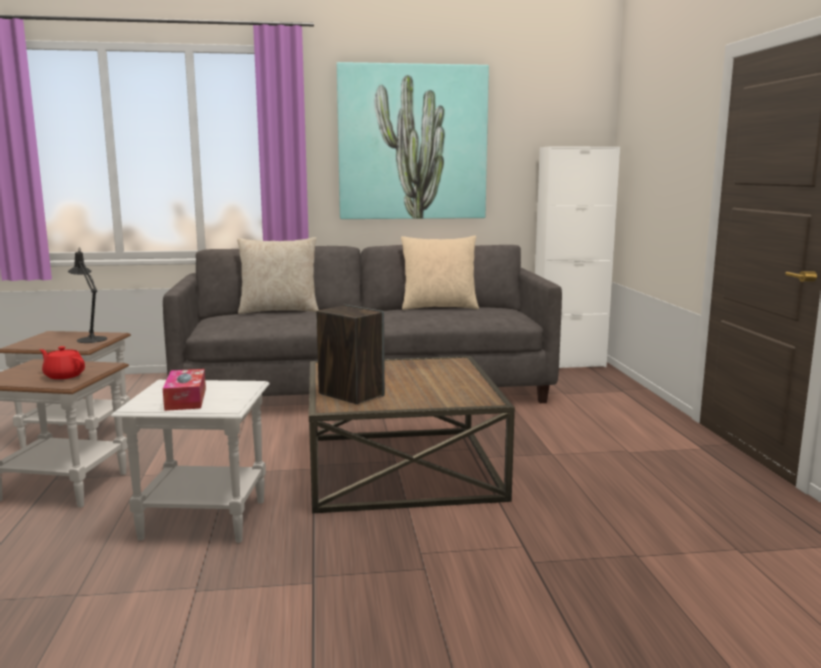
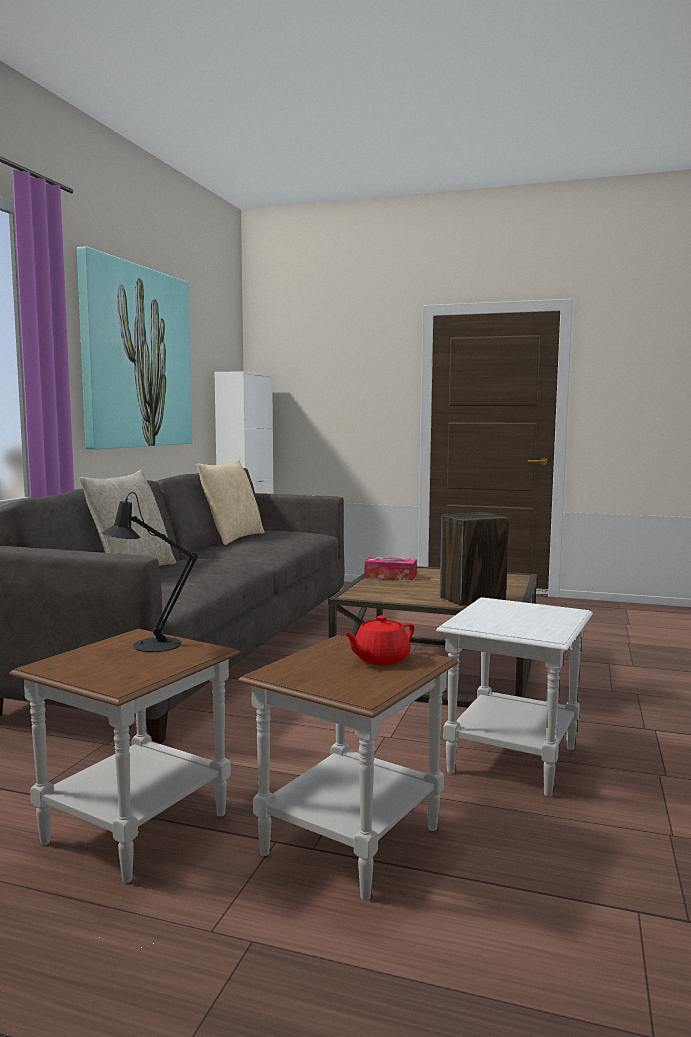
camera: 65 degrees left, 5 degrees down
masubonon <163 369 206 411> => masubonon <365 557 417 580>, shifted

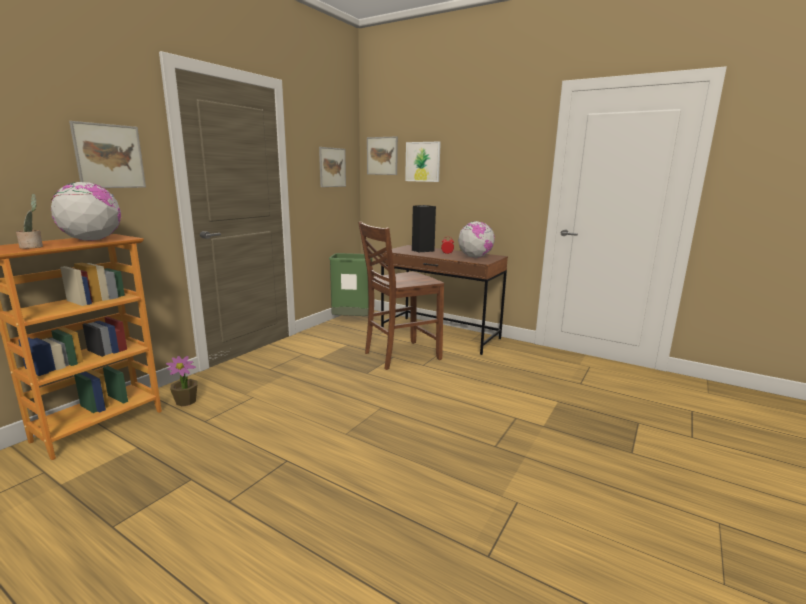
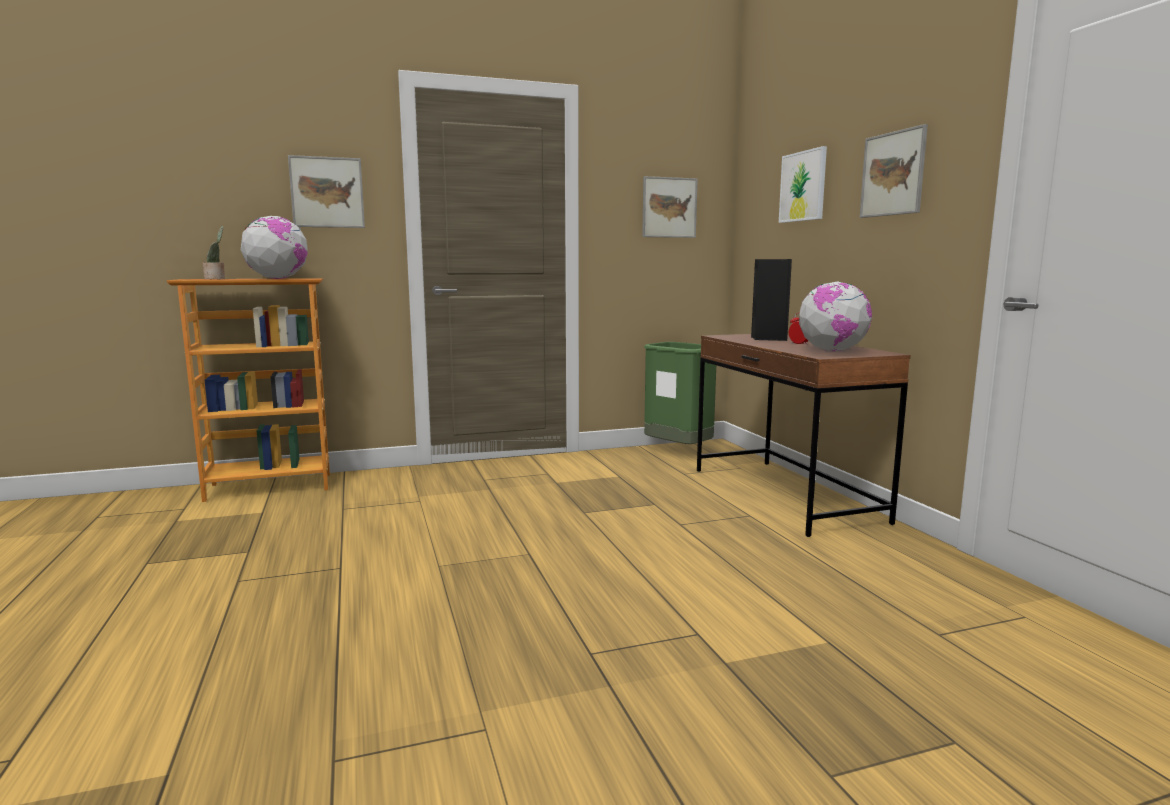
camera: 40 degrees right, 5 degrees down
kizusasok <166 356 198 406> => nothing
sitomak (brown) <358 222 444 370> => nothing
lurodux <367 136 398 175> => lurodux <859 124 928 218>, shifted

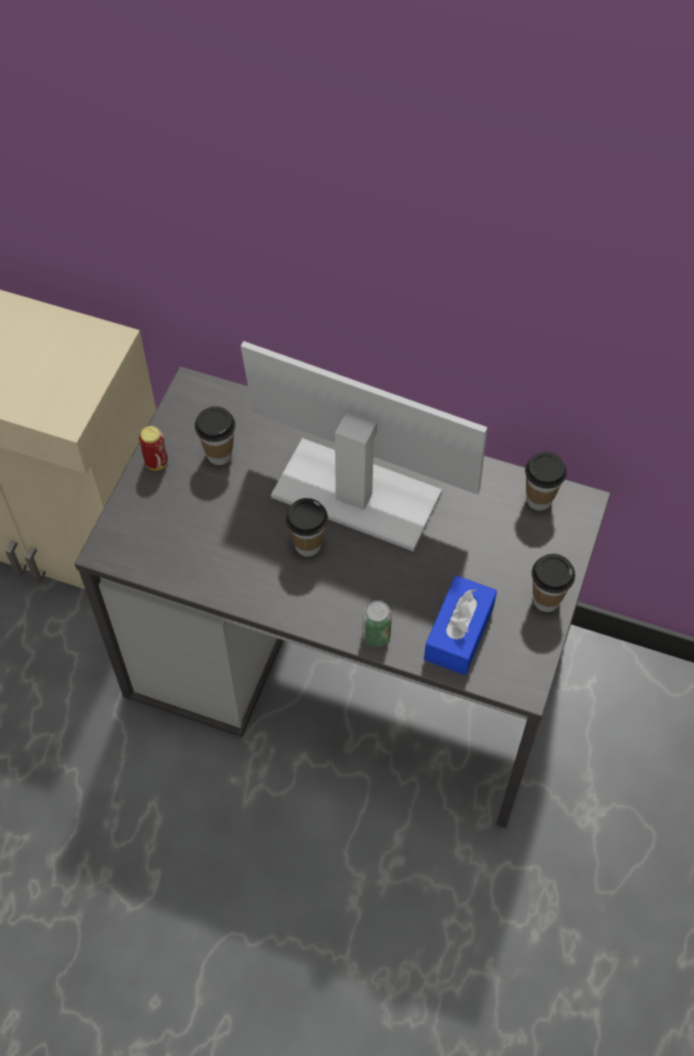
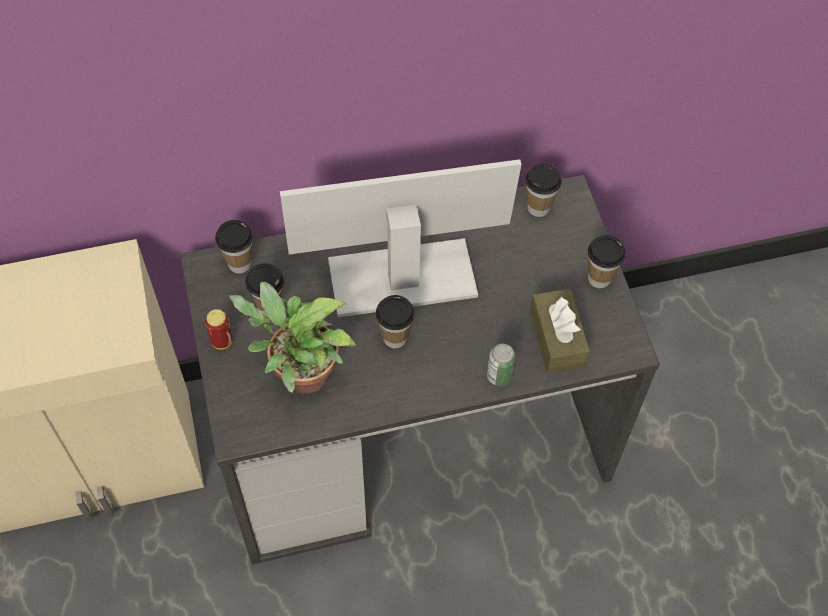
camera: 35 degrees left, 0 degrees up
nothing => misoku <215 220 253 273>
nothing => kizusasok <229 282 356 394>
masubonon (blue) <424 575 497 675> => masubonon (brown) <530 289 590 373>

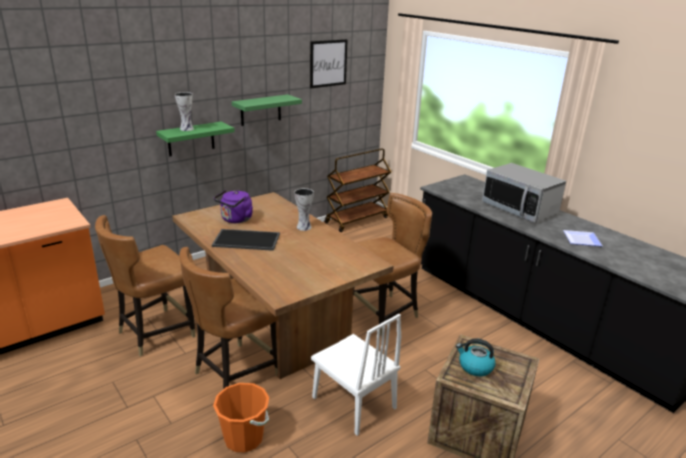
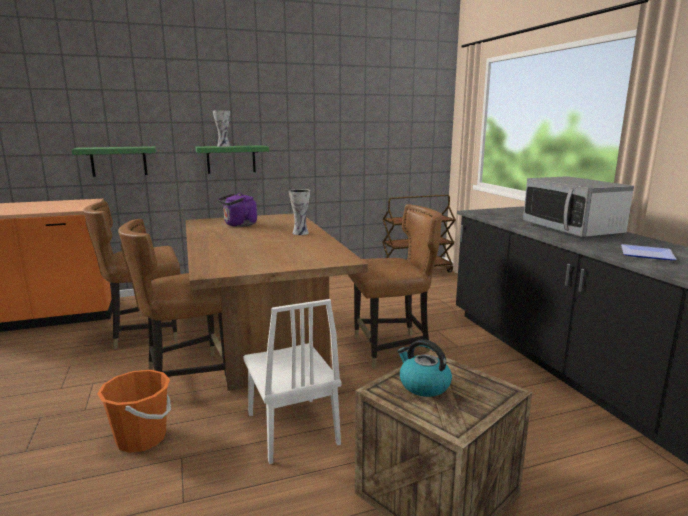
camera: 20 degrees right, 10 degrees down
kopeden <212 229 280 251> => nothing
lurodux <310 39 348 88> => nothing
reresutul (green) <232 94 302 126> => reresutul (green) <71 146 156 177>, shifted

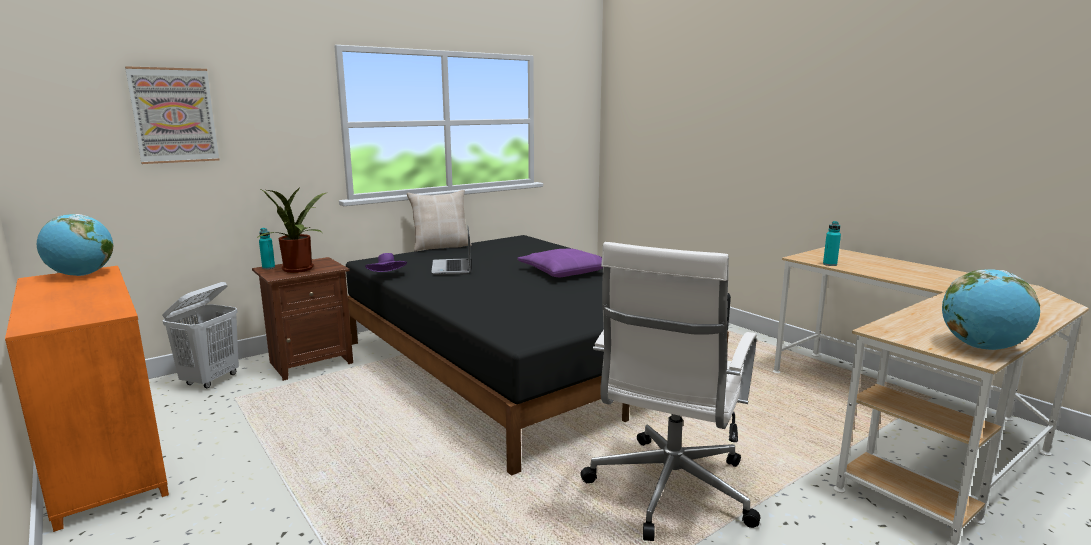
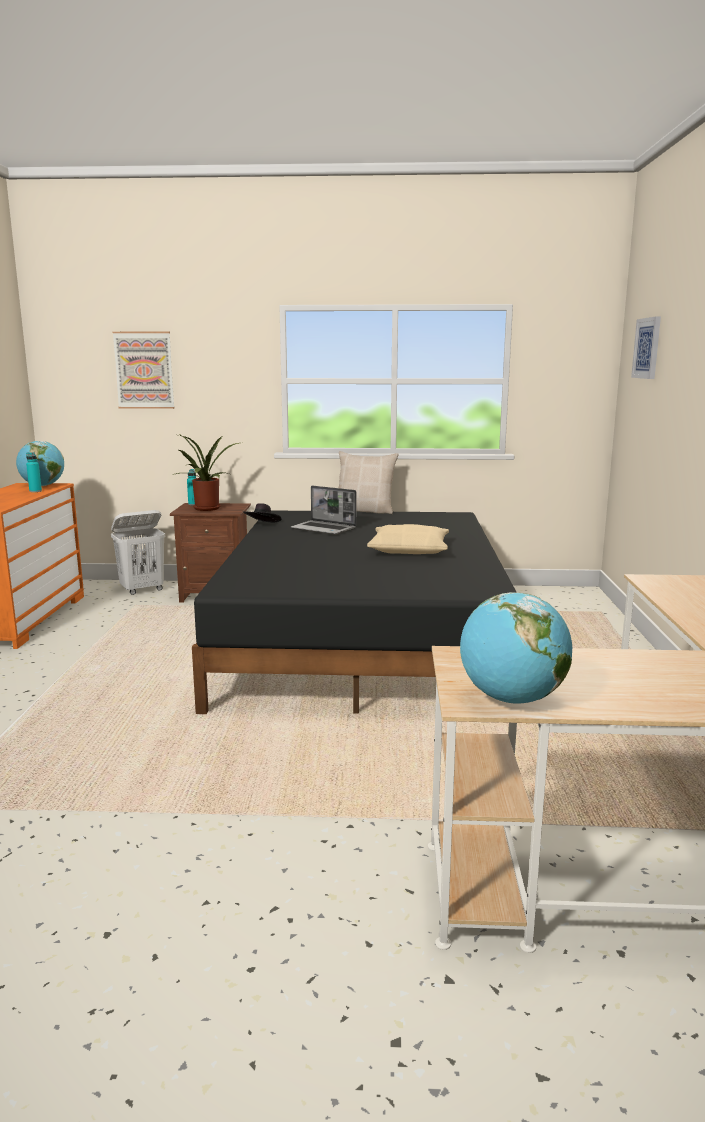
camera: 40 degrees right, 0 degrees up
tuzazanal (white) <580 242 760 541> => nothing
nothing => lurodux <631 316 661 379>
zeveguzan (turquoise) <823 221 841 266> => zeveguzan (turquoise) <26 452 42 492>, shifted
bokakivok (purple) <365 253 407 272> => bokakivok (black) <243 503 281 523>
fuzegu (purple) <517 248 603 277> => fuzegu (beige) <367 524 449 554>
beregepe <431 225 471 275> => beregepe <291 486 357 535>, 90 degrees counterclockwise

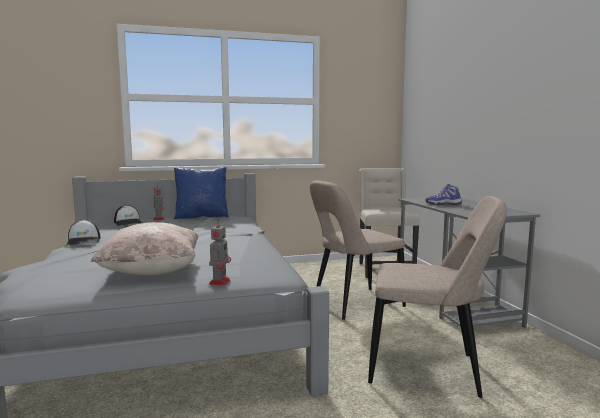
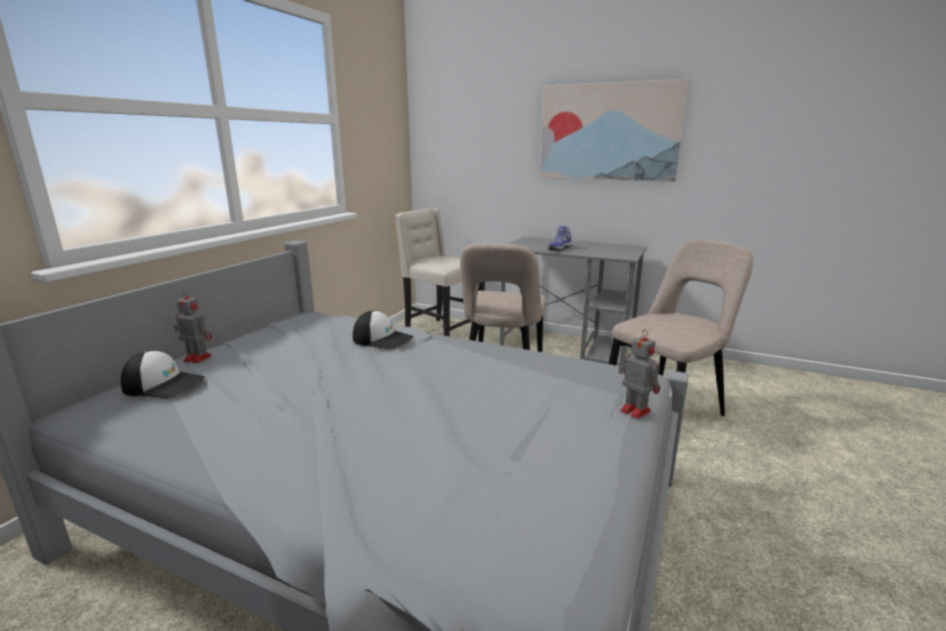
camera: 50 degrees left, 10 degrees up
fuzegu (beige) <91 222 198 275> => nothing
fuzegu (blue) <174 167 229 219> => nothing
nothing => lurodux <540 79 689 181>
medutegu <66 220 101 246> => medutegu <353 310 414 349>, shifted

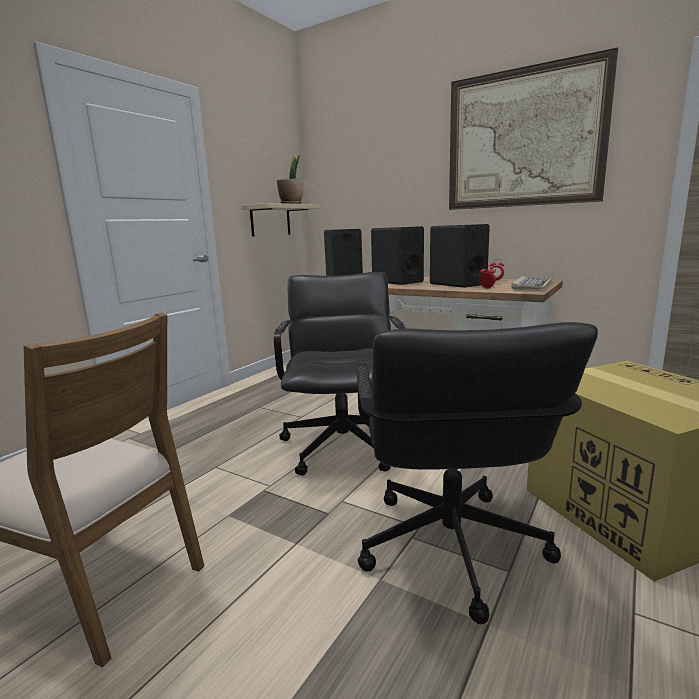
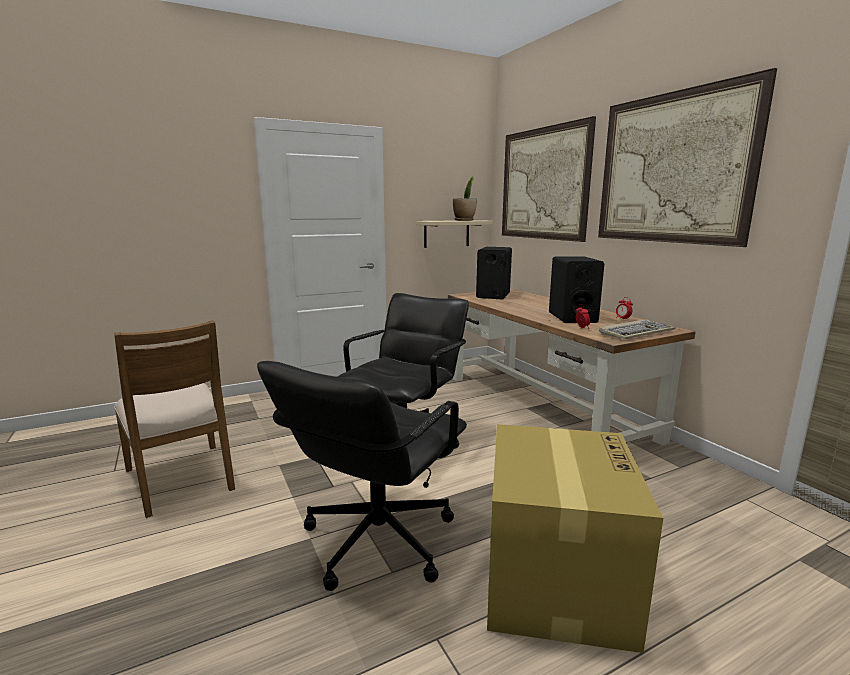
camera: 30 degrees right, 0 degrees up
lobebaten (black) <371 226 424 285> => nothing
nothing => lurodux <502 116 596 242>

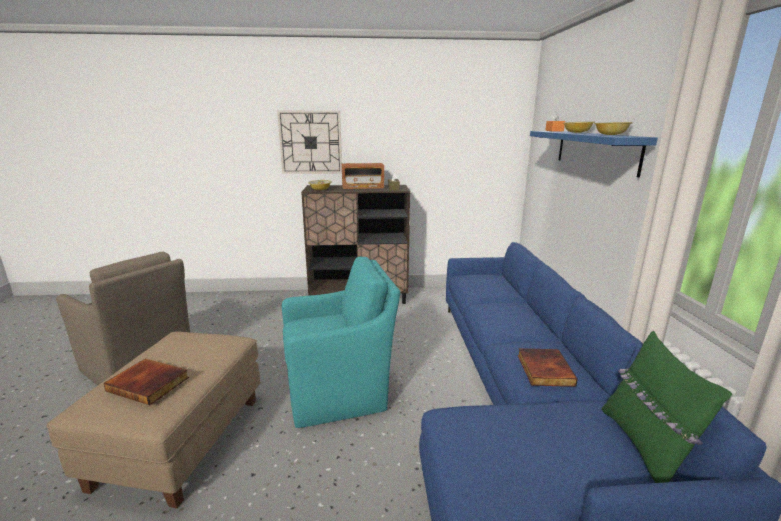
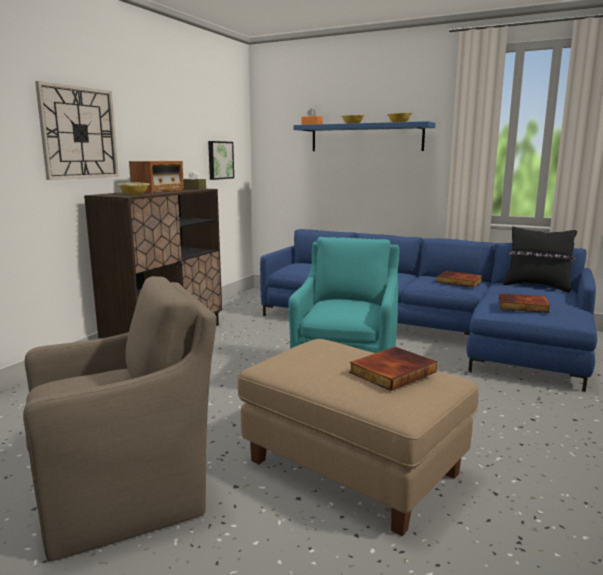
camera: 60 degrees left, 5 degrees down
nothing => lurodux <208 141 234 180>
nothing => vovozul <499 293 550 313>
fuzegu (green) <602 331 732 483> => fuzegu (black) <503 226 577 292>

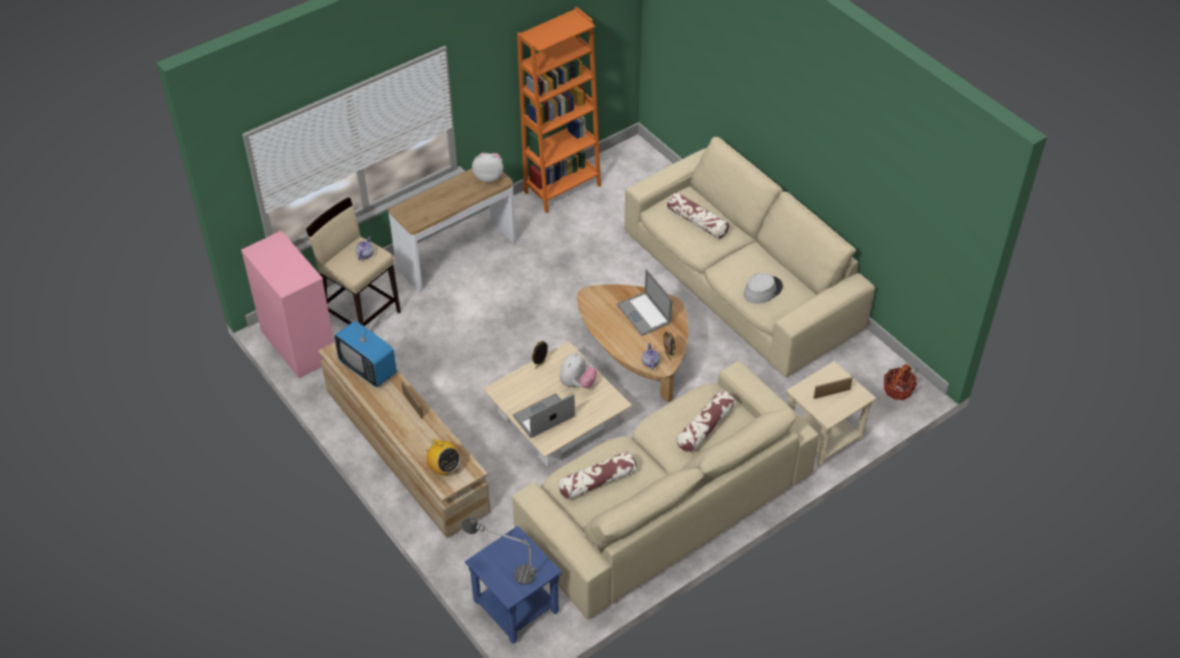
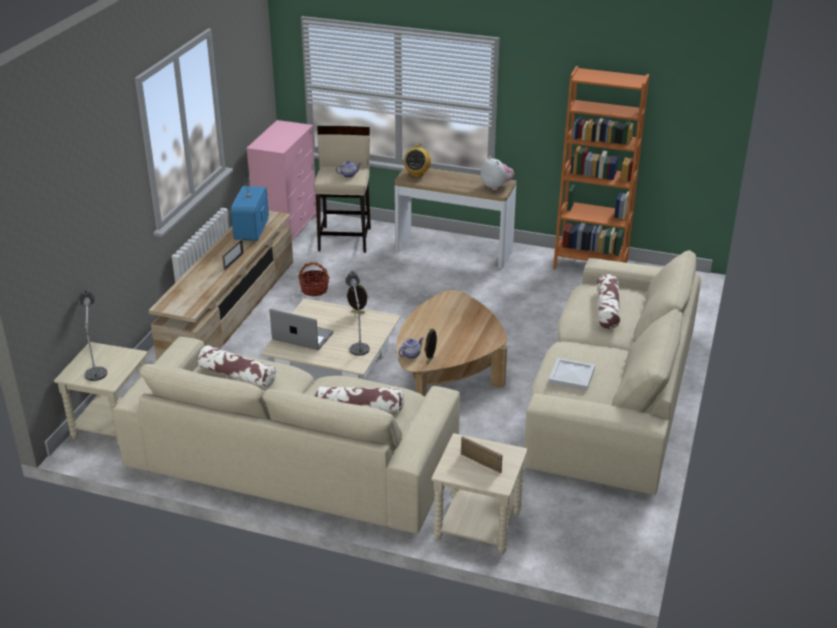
camera: 55 degrees right, 15 degrees down
beregepe <617 269 672 336> => nothing
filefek <424 439 460 475> => filefek <404 143 431 177>, shifted
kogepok <884 364 917 400> => kogepok <298 262 330 296>, shifted
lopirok <560 353 597 388> => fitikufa <345 271 370 356>
bokakivok (grey) <744 273 783 304> => kopeden (white) <549 358 595 391>
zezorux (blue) <465 526 562 644> => zezorux (beige) <54 342 148 447>

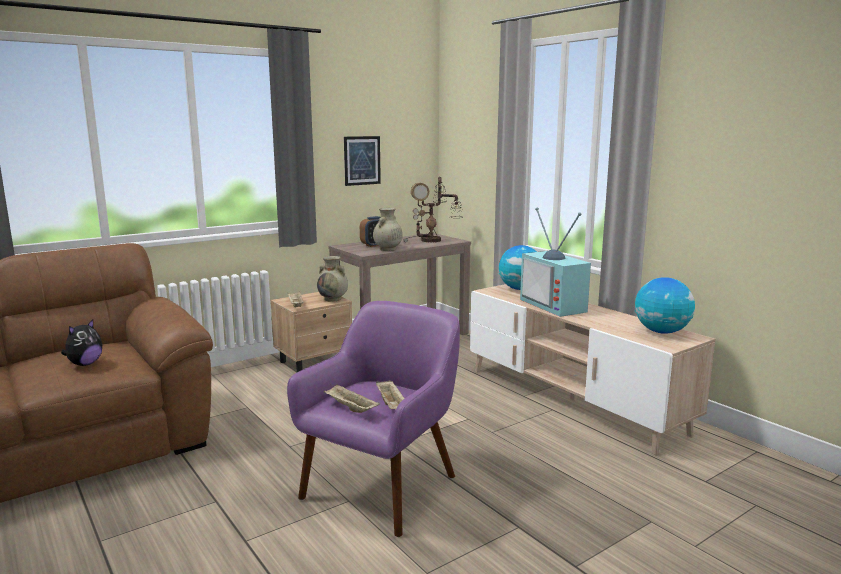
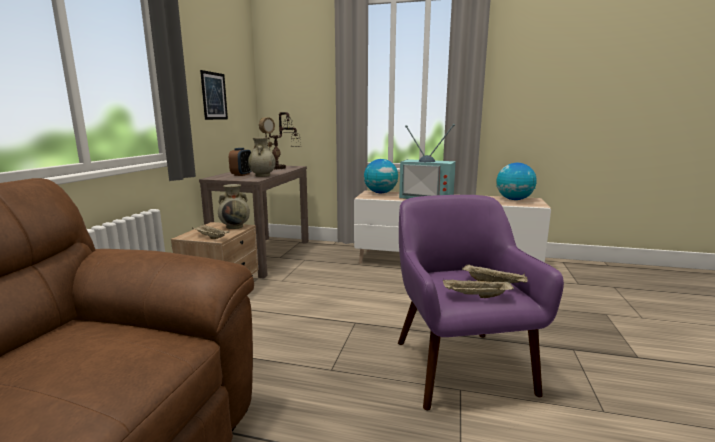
camera: 40 degrees left, 0 degrees up
lopirok <61 319 102 366> => nothing

